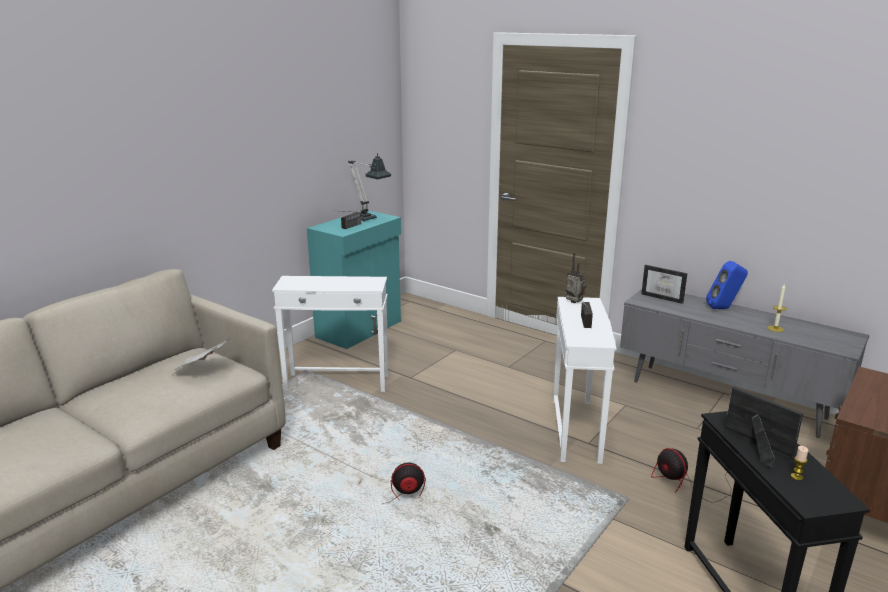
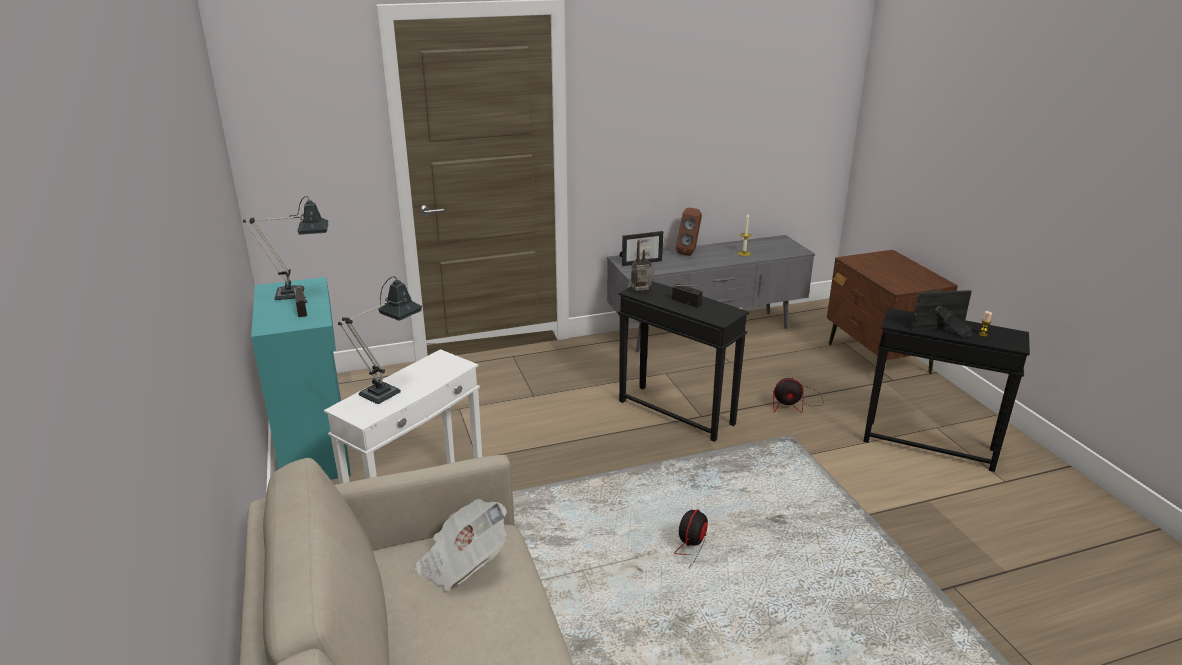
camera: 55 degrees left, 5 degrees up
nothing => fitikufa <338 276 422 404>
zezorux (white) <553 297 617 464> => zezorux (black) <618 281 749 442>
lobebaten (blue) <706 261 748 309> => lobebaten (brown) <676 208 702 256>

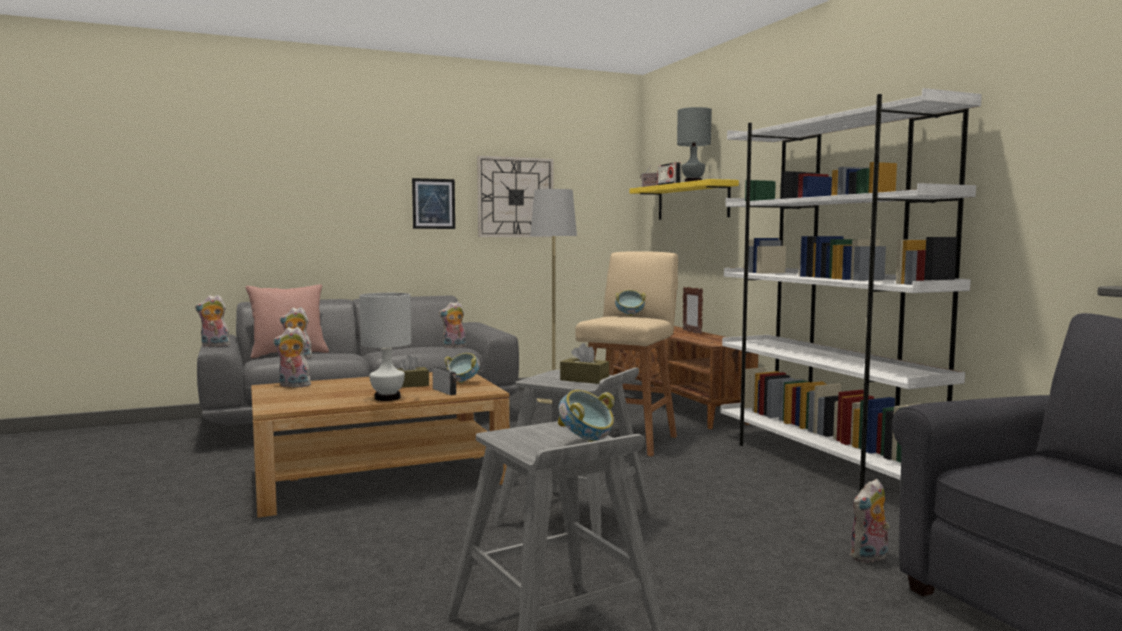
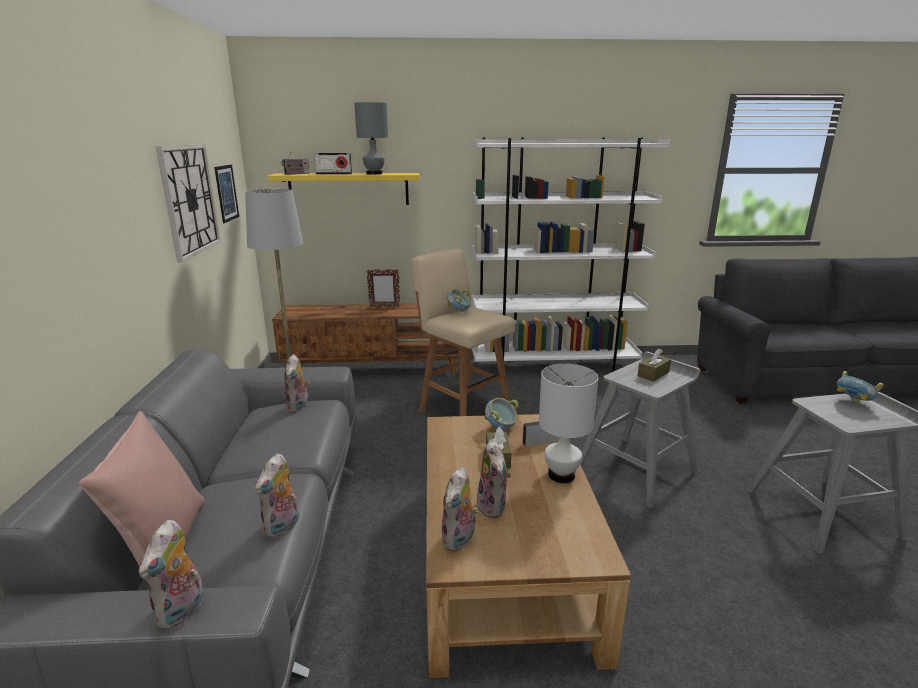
camera: 70 degrees left, 15 degrees up
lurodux <412 178 455 229> => lurodux <214 165 239 223>, shifted
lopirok <850 479 890 563> => lopirok <477 439 511 518>, shifted

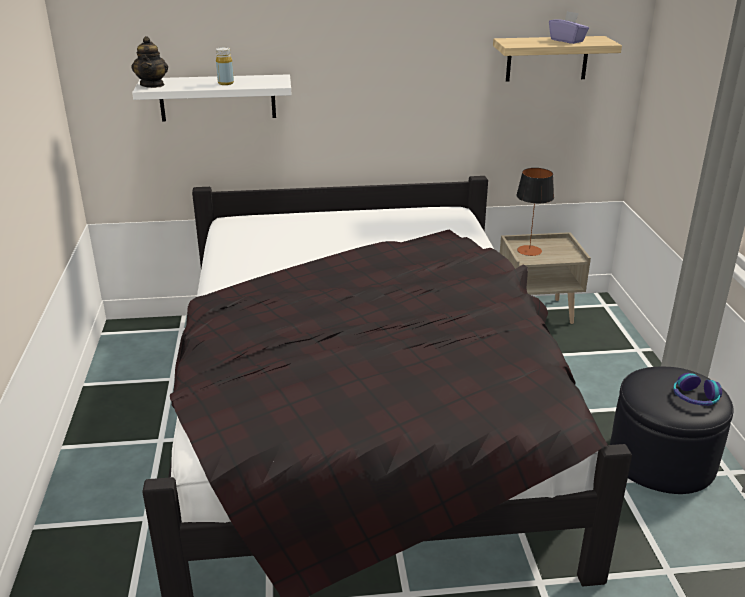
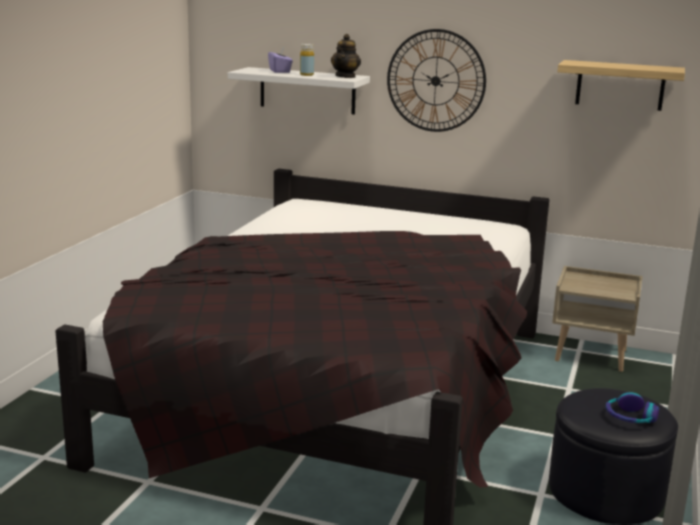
camera: 25 degrees right, 10 degrees down
fitikufa <516 168 554 256> => nothing
nothing => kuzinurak <387 29 486 132>
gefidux <131 36 168 88> => gefidux <331 34 361 78>, shifted
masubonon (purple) <549 11 589 44> => masubonon (purple) <268 47 293 73>, shifted

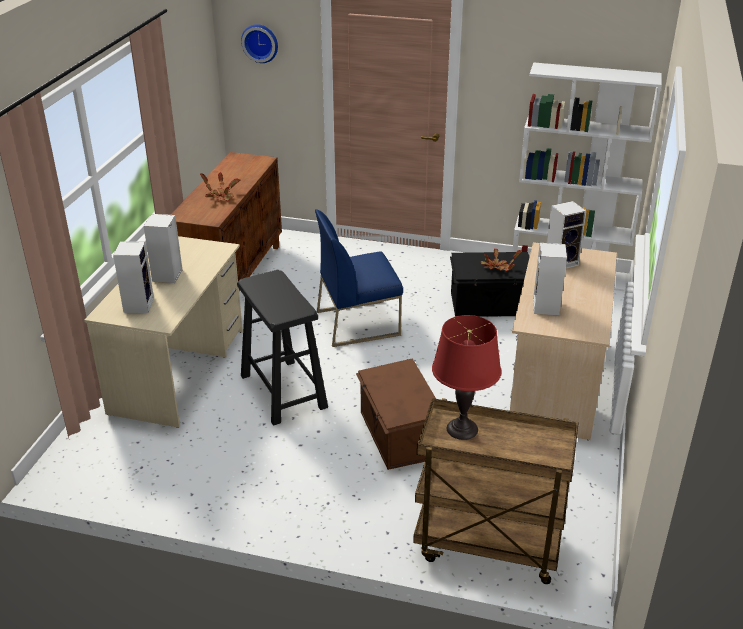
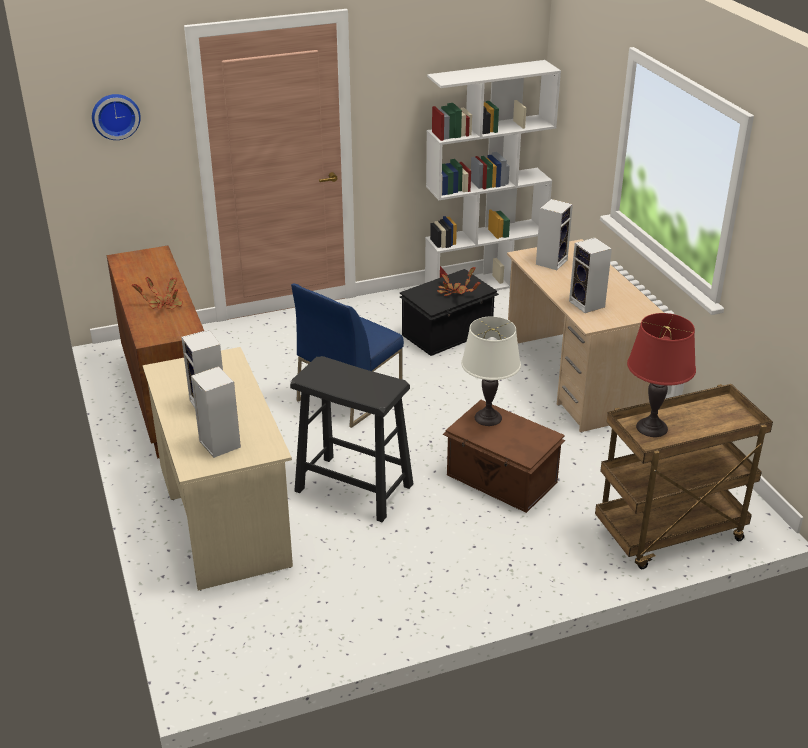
camera: 35 degrees left, 0 degrees up
nothing => fitikufa (white) <461 316 521 426>

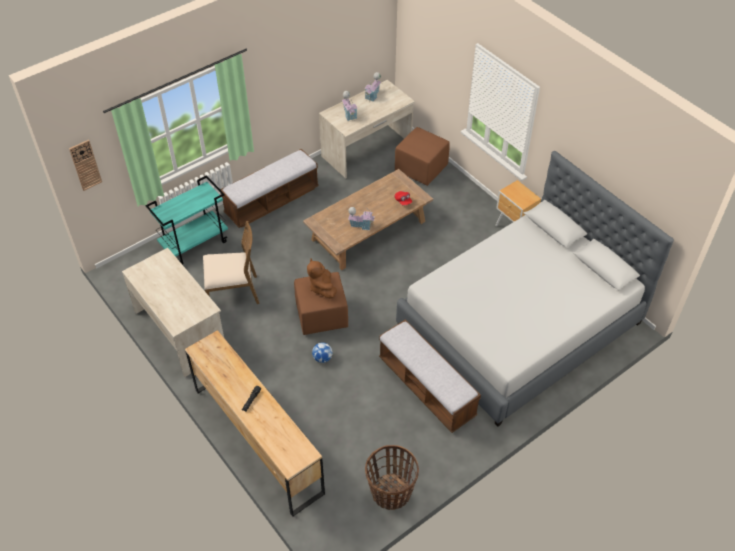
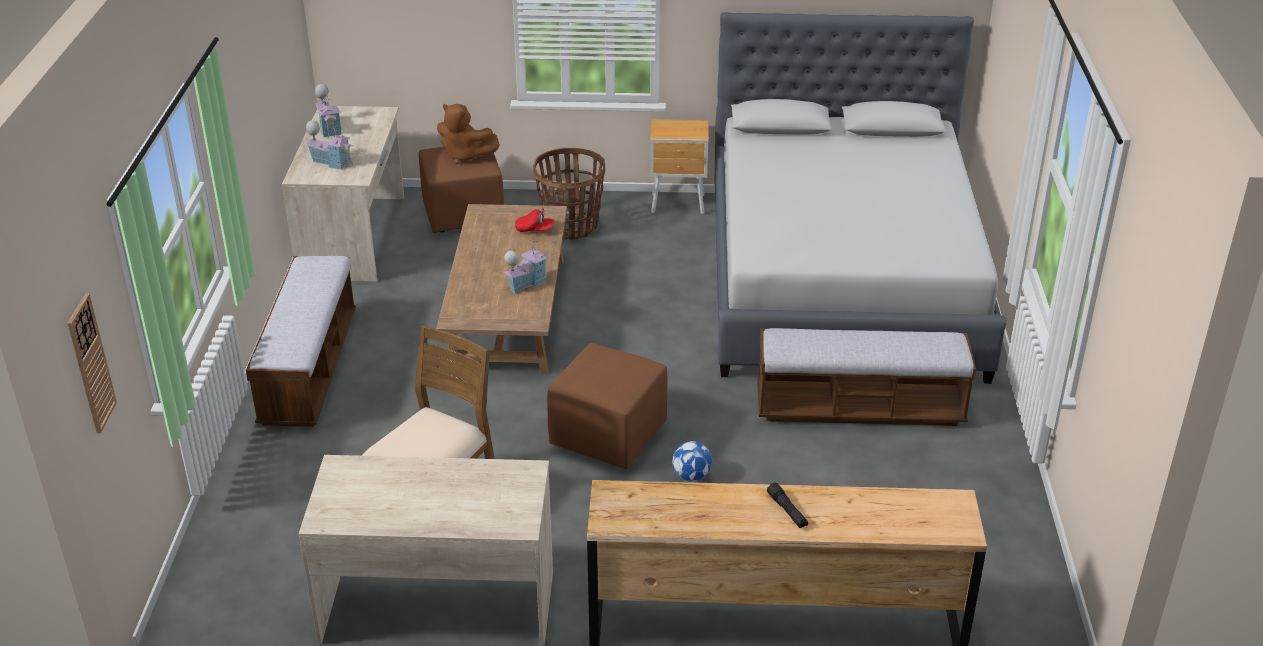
camera: 50 degrees left, 15 degrees down
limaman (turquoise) <146 175 228 265> => nothing
lopirok (brown) <307 258 337 299> => lopirok (brown) <437 104 500 164>, shifted
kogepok <365 445 419 510> => kogepok <533 148 605 241>, shifted

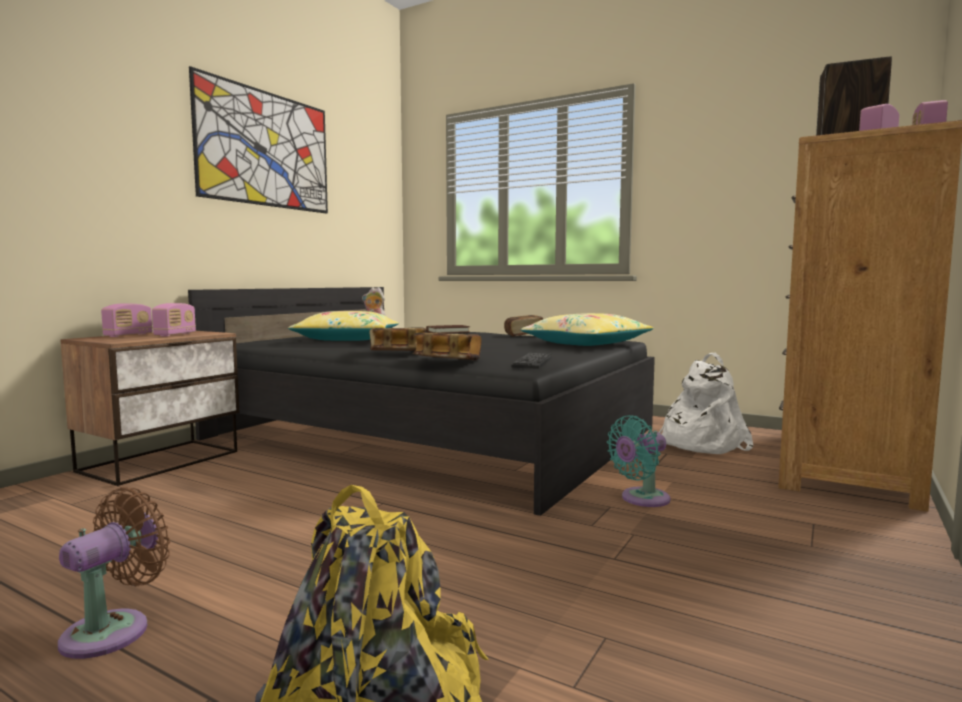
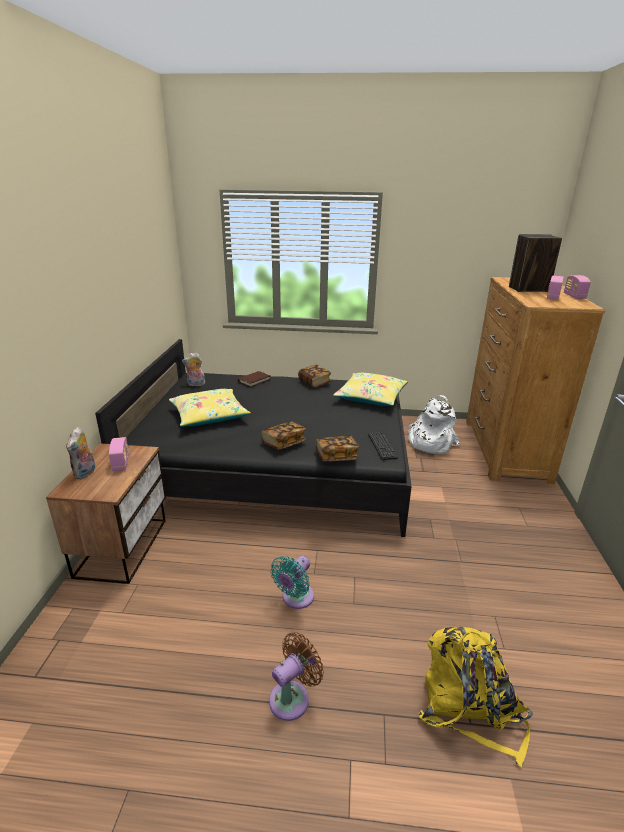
camera: 25 degrees left, 20 degrees up
lurodux <189 66 328 214> => nothing
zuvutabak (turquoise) <607 415 671 507> => zuvutabak (turquoise) <270 556 314 609>, shifted
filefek <101 303 153 337> => lopirok <66 427 95 479>
zuvutabak (brown) <58 487 170 659> => zuvutabak (brown) <269 632 324 721>, 45 degrees clockwise

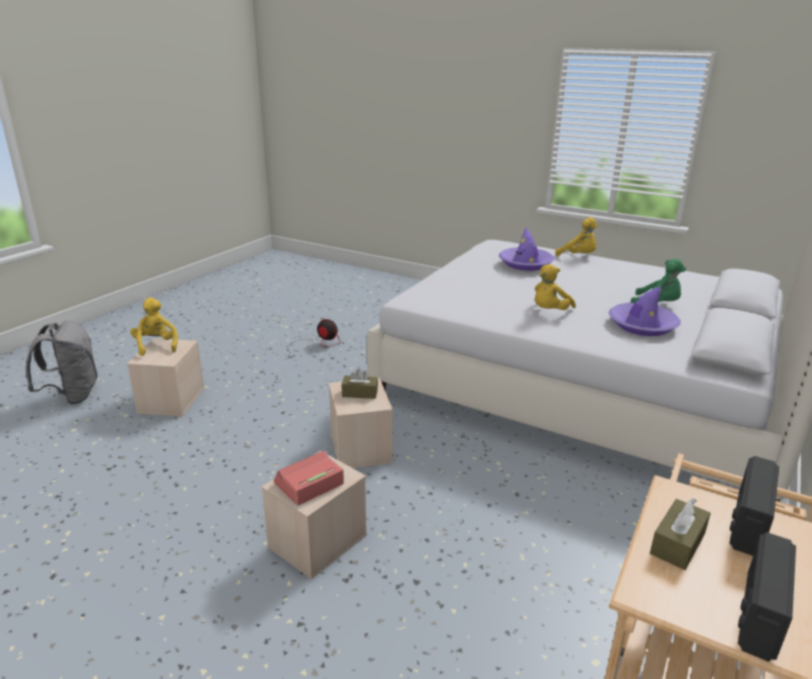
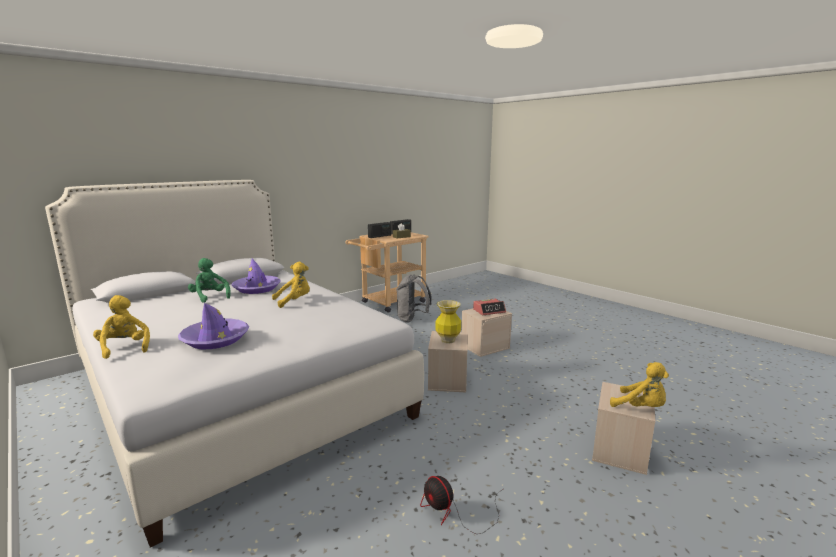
camera: 160 degrees left, 10 degrees down
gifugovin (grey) <26 321 98 405> => gifugovin (grey) <396 275 432 323>, shifted
masubonon (brown) <342 368 378 399> => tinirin <435 300 461 344>
lopirok (yellow) <130 298 178 356> => lopirok (yellow) <610 362 669 407>, 45 degrees counterclockwise

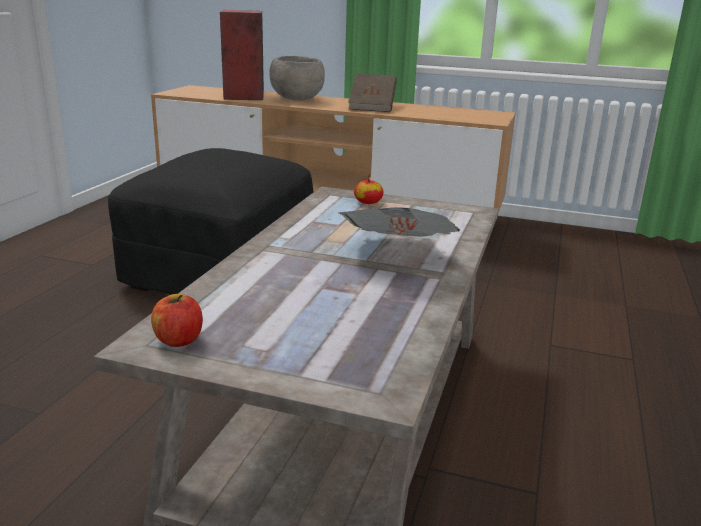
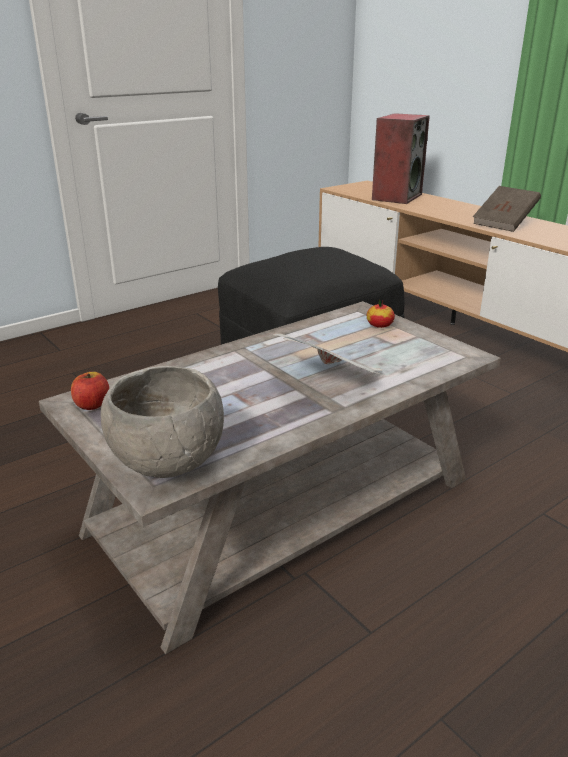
camera: 35 degrees right, 5 degrees up
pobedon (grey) <270 56 325 101> => pobedon (grey) <101 366 224 478>, shifted

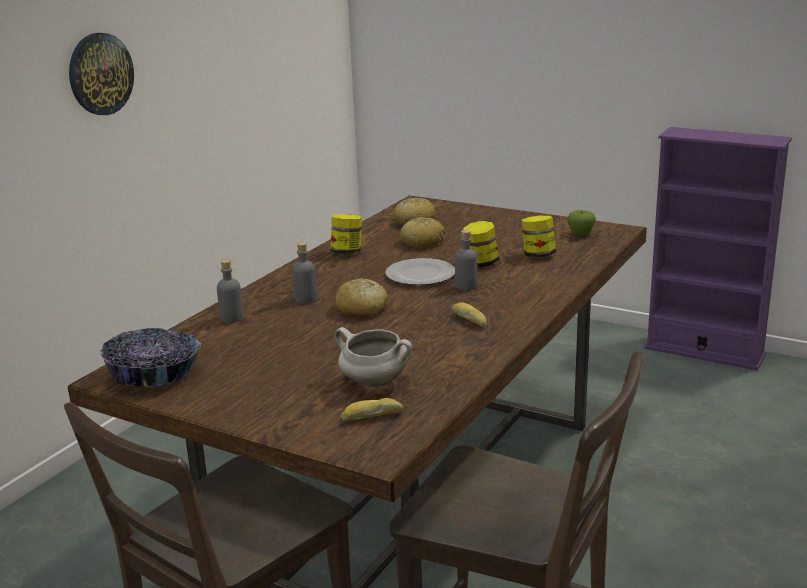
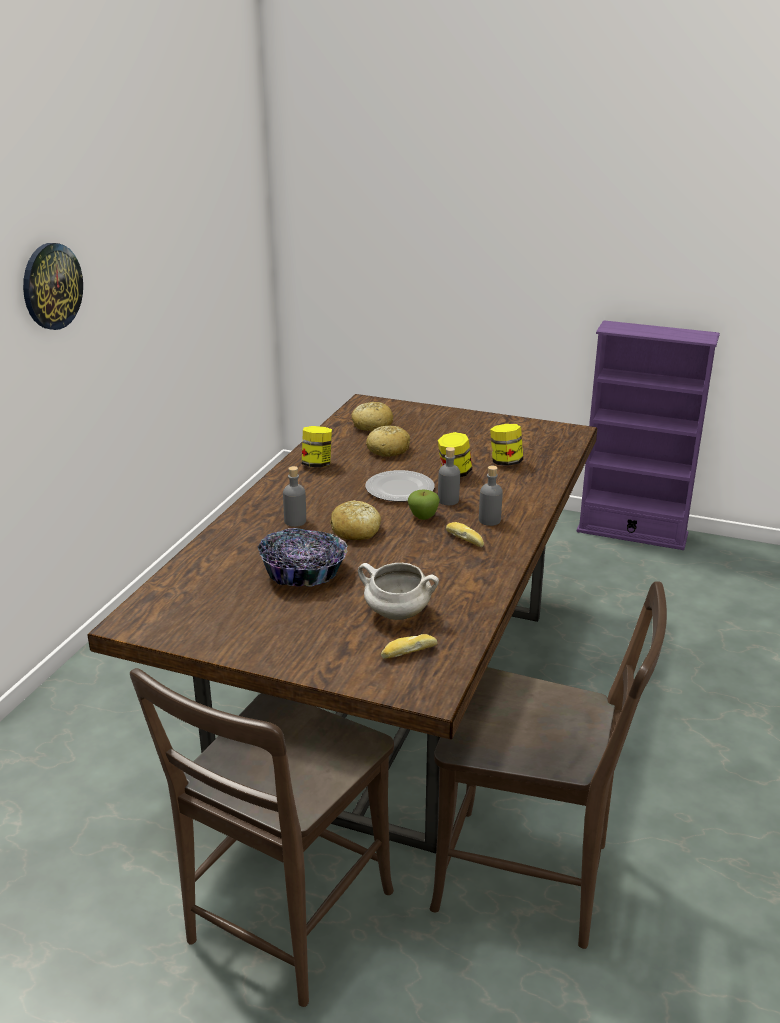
camera: 10 degrees left, 5 degrees up
pobedon <100 328 201 387> => pobedon <258 528 348 587>, shifted
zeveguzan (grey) <217 259 243 323> => zeveguzan (grey) <479 466 503 526>, shifted
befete <567 210 596 236> => befete <408 490 440 520>, shifted

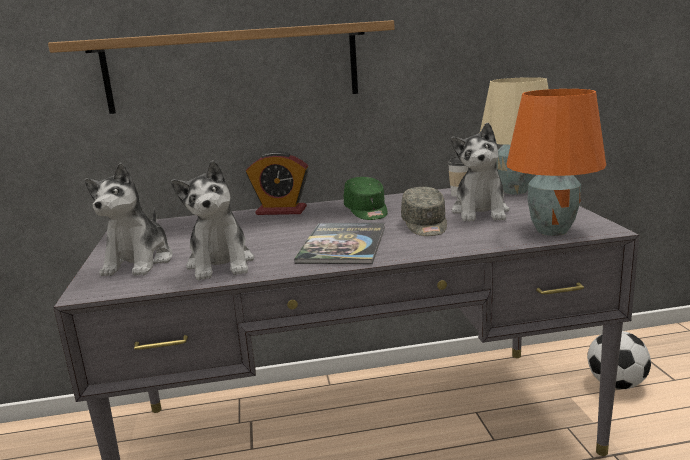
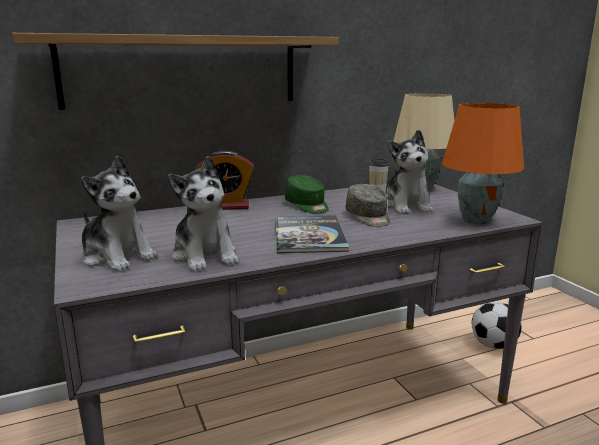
camera: 15 degrees left, 0 degrees up
lopirok <85 163 173 276> => lopirok <81 156 158 272>, 45 degrees counterclockwise

